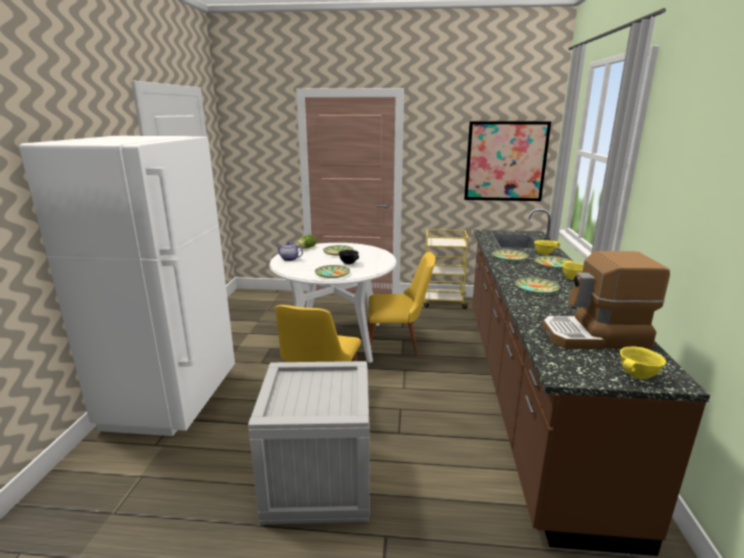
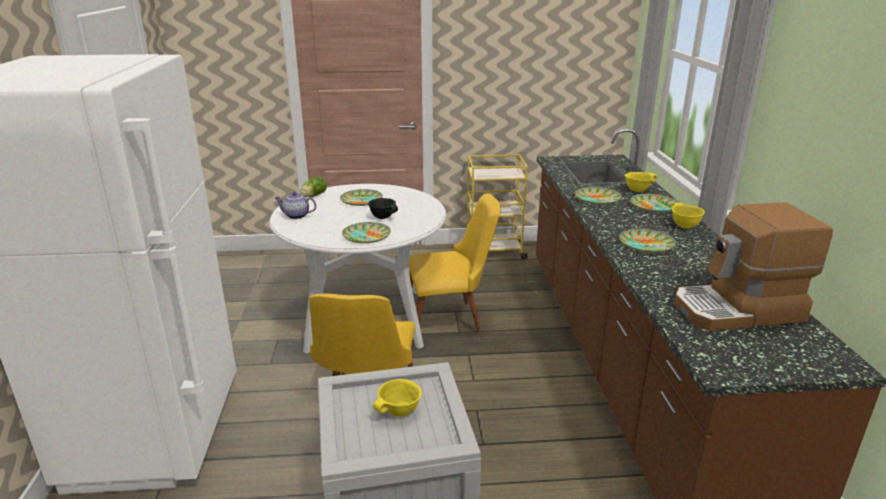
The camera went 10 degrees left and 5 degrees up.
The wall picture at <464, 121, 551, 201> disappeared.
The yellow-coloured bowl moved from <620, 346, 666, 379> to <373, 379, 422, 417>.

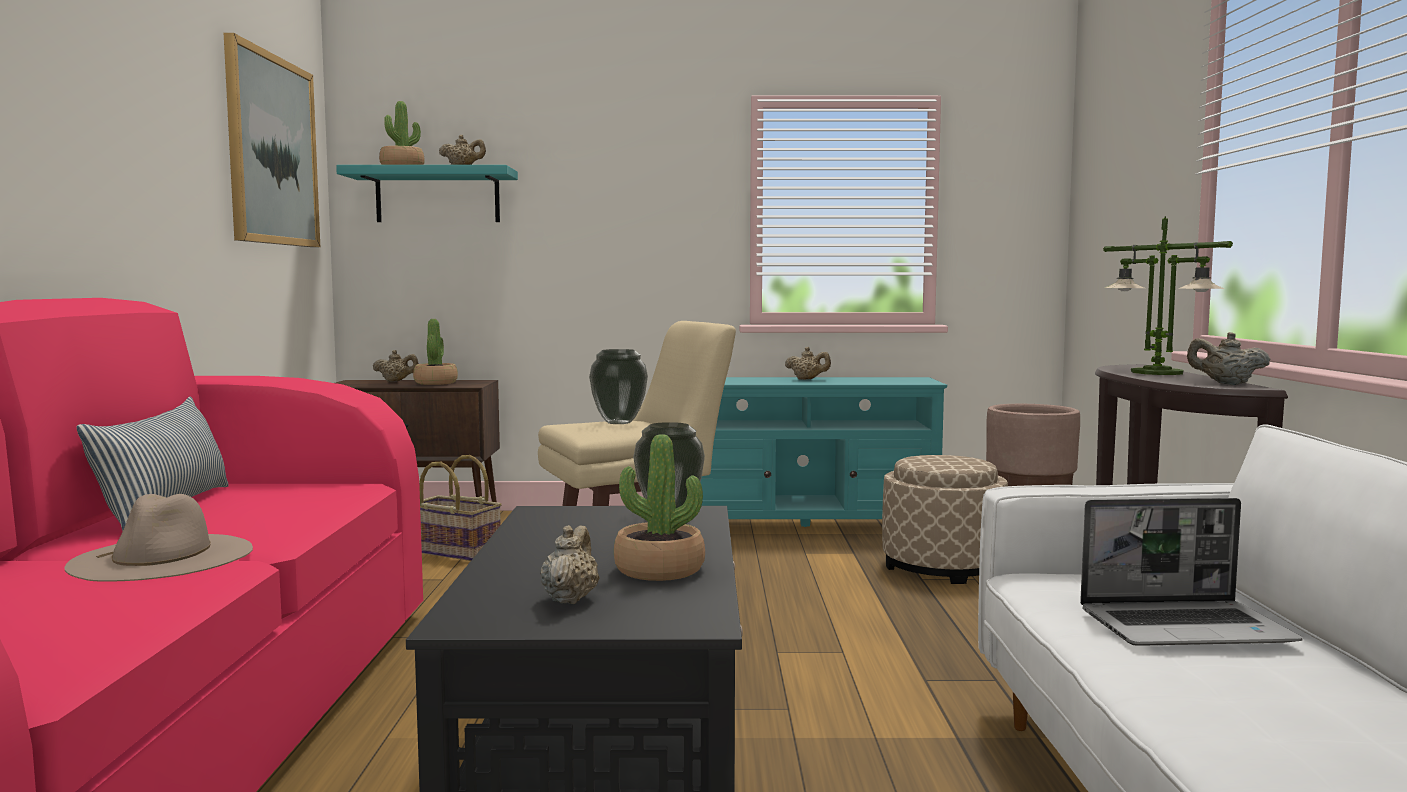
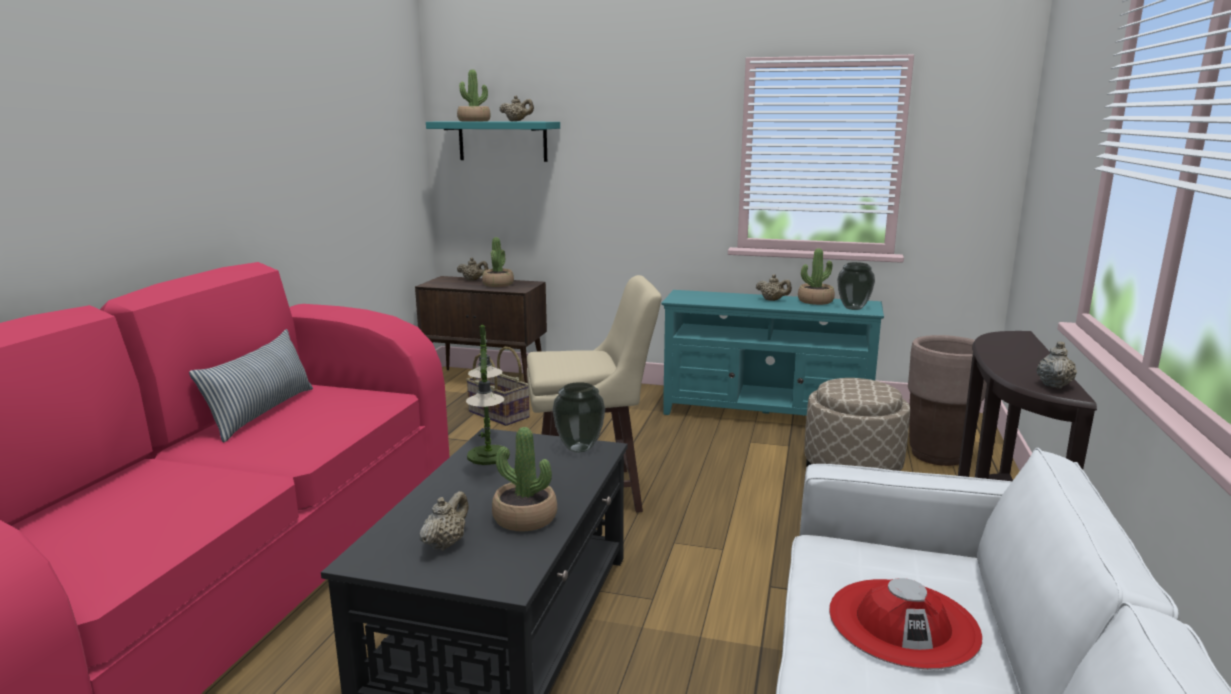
The camera went 15 degrees right and 10 degrees up.
The beige-coloured clothing hat at <65, 494, 253, 582> disappeared.
The wall picture at <224, 33, 320, 247> disappeared.
The decorative vase moved from <589, 349, 648, 424> to <837, 262, 875, 310>.
The notebook computer at <1080, 498, 1303, 646> was replaced by the reddish clothing hat at <829, 578, 983, 670>.
The table lamp moved from <1103, 216, 1233, 375> to <466, 324, 510, 465>.
The beige-coloured teapot at <1187, 332, 1270, 385> turned 75 degrees clockwise.
The houseplant at <798, 248, 835, 305> appeared.

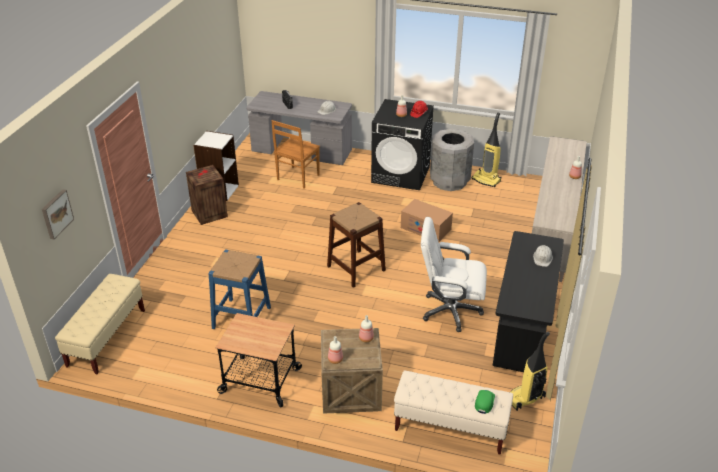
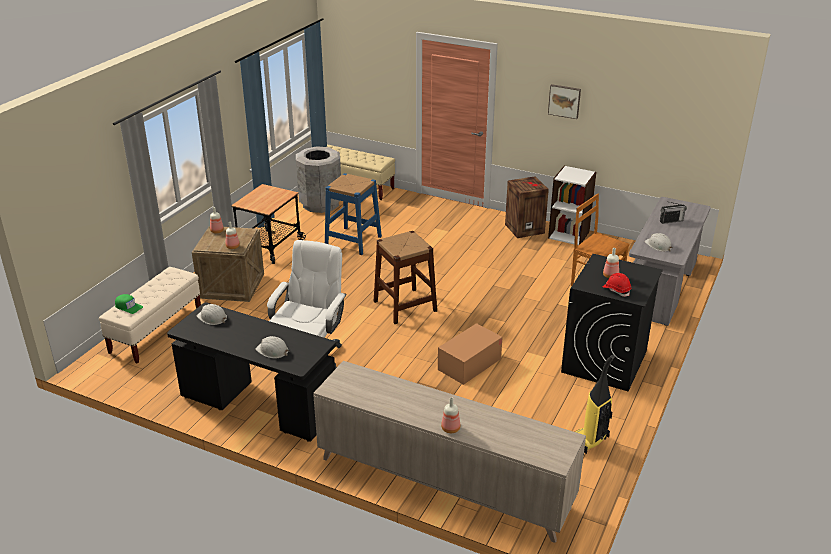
The camera went 100 degrees right and 5 degrees down.
The wall picture moved from <42, 189, 74, 239> to <548, 84, 581, 119>.
The grey waste bin moved from <430, 129, 474, 191> to <296, 146, 341, 213>.
The vacuum at <510, 332, 550, 411> disappeared.
The whitish safety helmet at <197, 304, 227, 325> appeared.

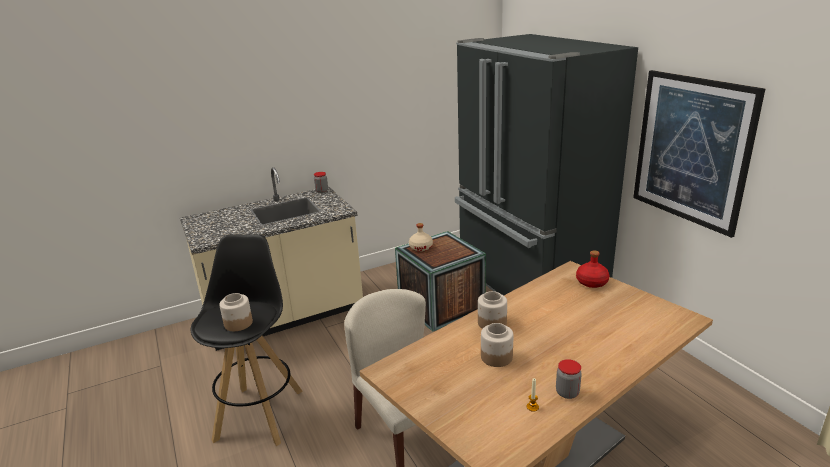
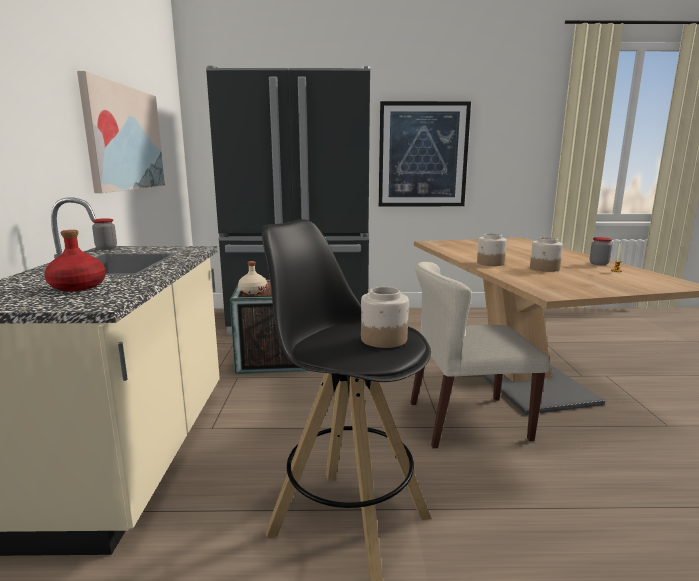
The camera went 65 degrees left and 10 degrees down.
The reddish bottle moved from <576, 250, 609, 288> to <44, 230, 106, 291>.
The wall picture at <77, 71, 165, 193> appeared.

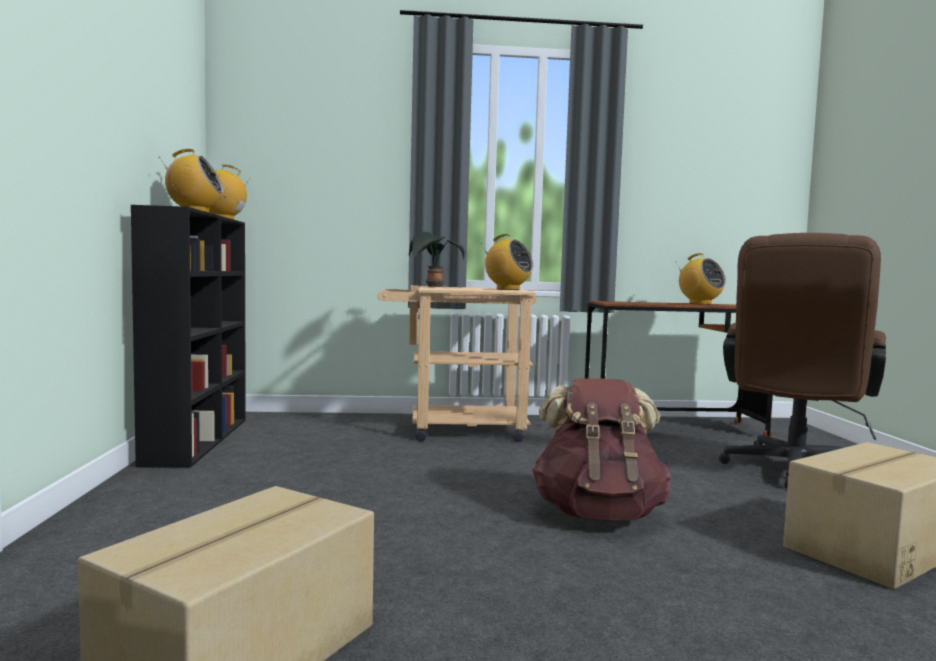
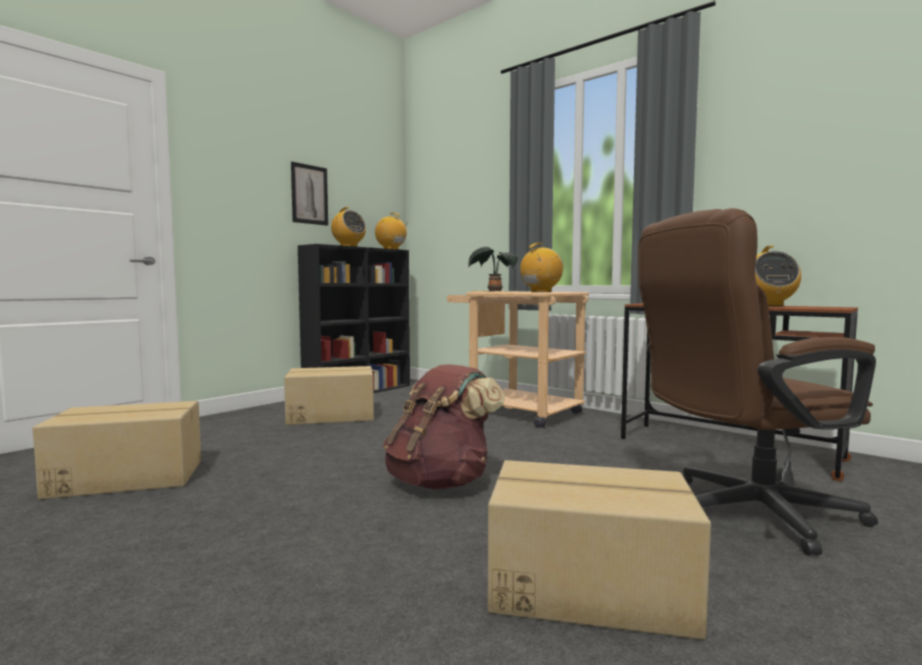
The camera went 45 degrees right and 0 degrees up.
The radio receiver at <481, 234, 533, 290> turned 120 degrees counterclockwise.
The packing box at <284, 366, 374, 425> appeared.
The wall picture at <291, 162, 328, 226> appeared.

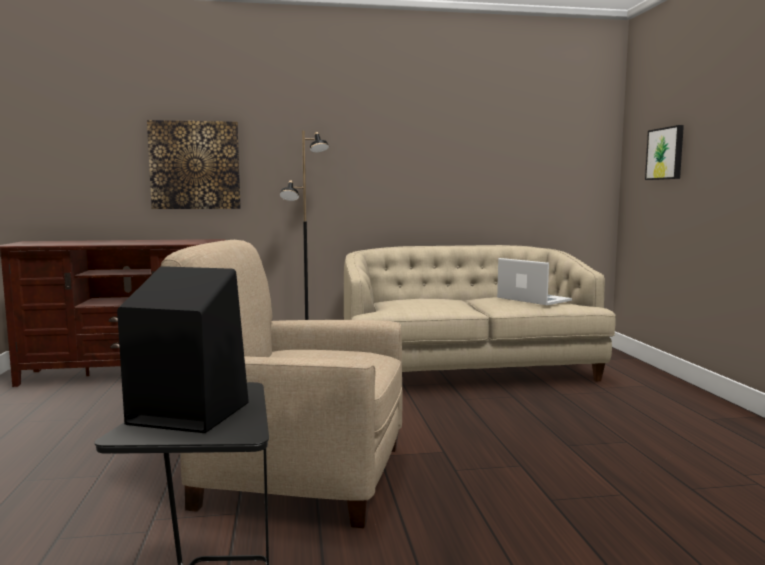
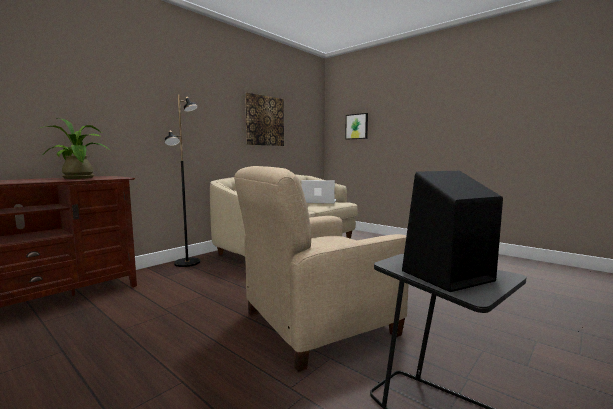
The camera went 40 degrees left and 0 degrees up.
The wall picture moved from <147, 120, 241, 209> to <245, 93, 284, 146>.
The houseplant at <40, 118, 111, 179> appeared.

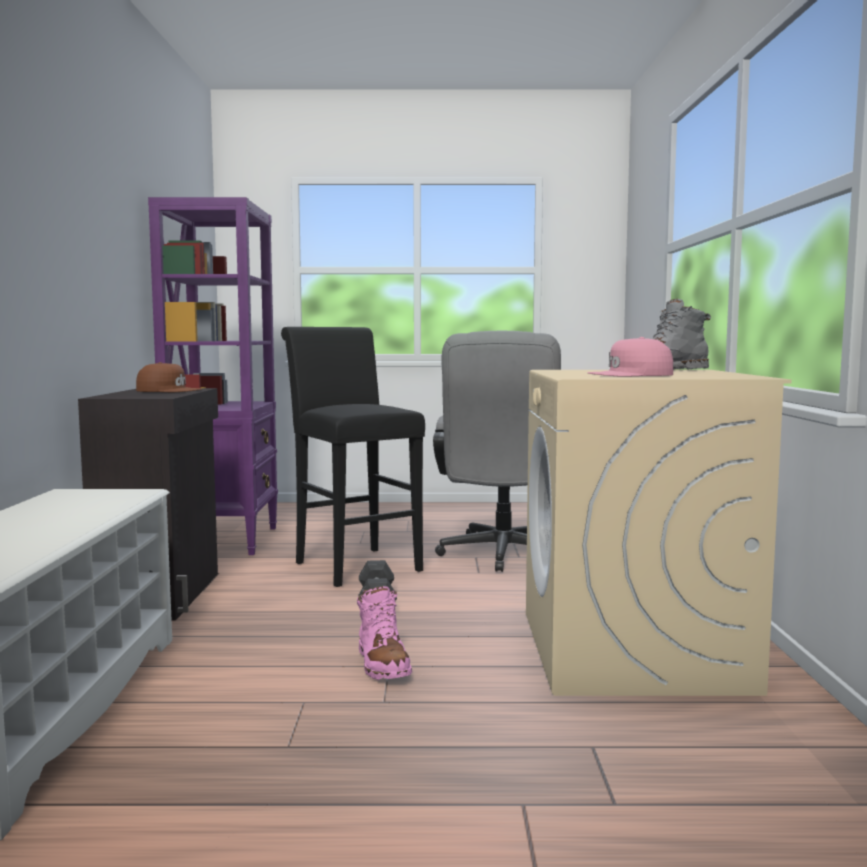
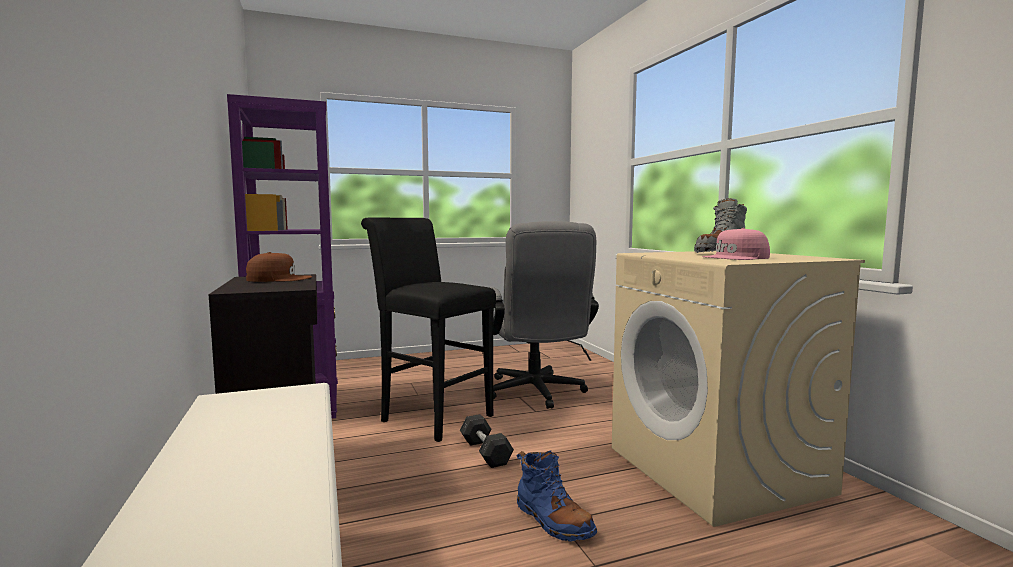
The camera went 20 degrees left and 0 degrees up.
The pink tall boot at <357, 586, 412, 680> became the blue-coloured tall boot at <516, 451, 597, 542>.

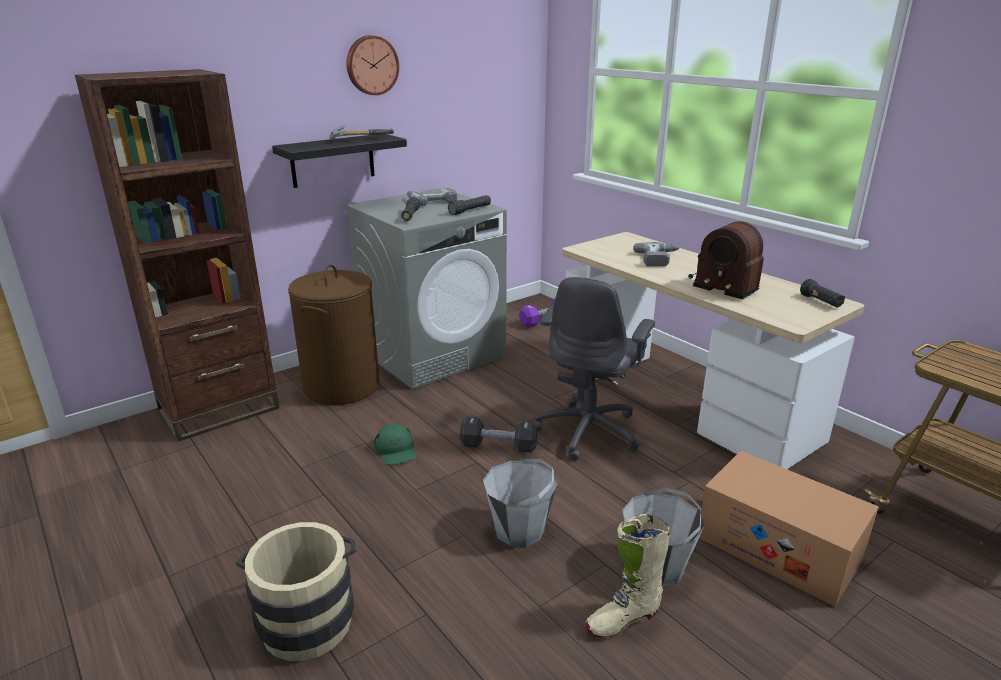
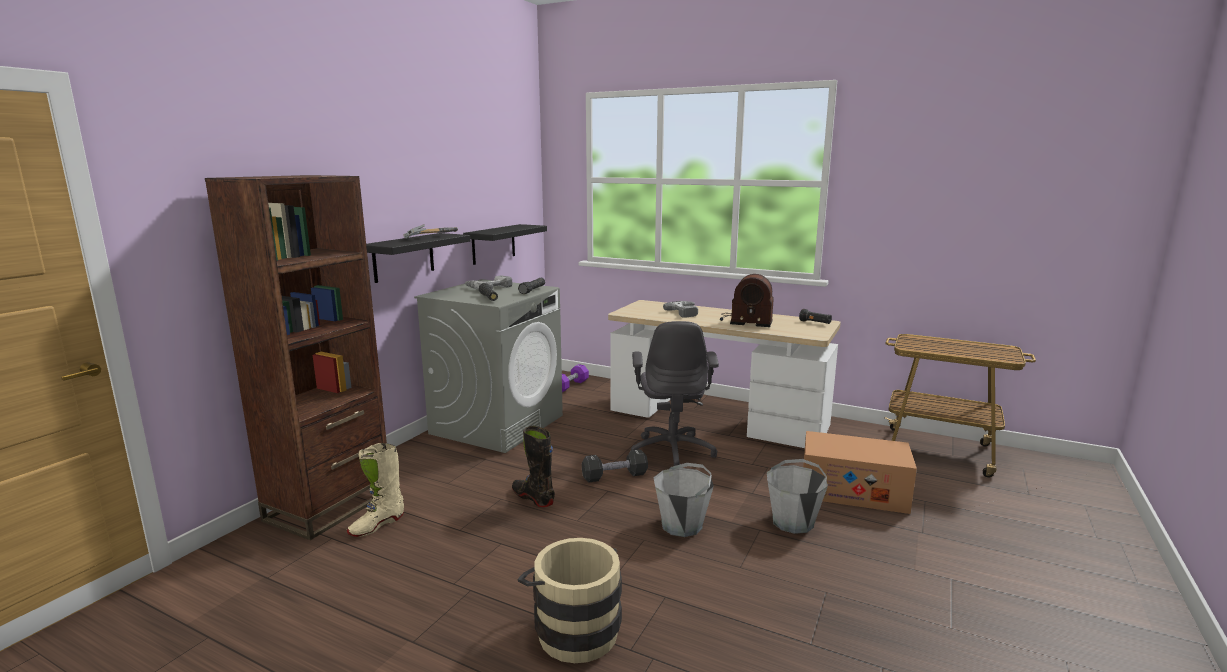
The camera went 25 degrees left and 10 degrees down.
The brown washing basket at <288, 264, 379, 405> disappeared.
The clock on the wall at <346, 35, 399, 95> disappeared.
The green baseball cap at <374, 423, 416, 465> was replaced by the black-coloured tall boot at <512, 426, 555, 507>.
The beige-coloured tall boot moved from <585, 514, 670, 638> to <347, 443, 404, 537>.
The black-coloured shelf at <463, 224, 547, 265> appeared.

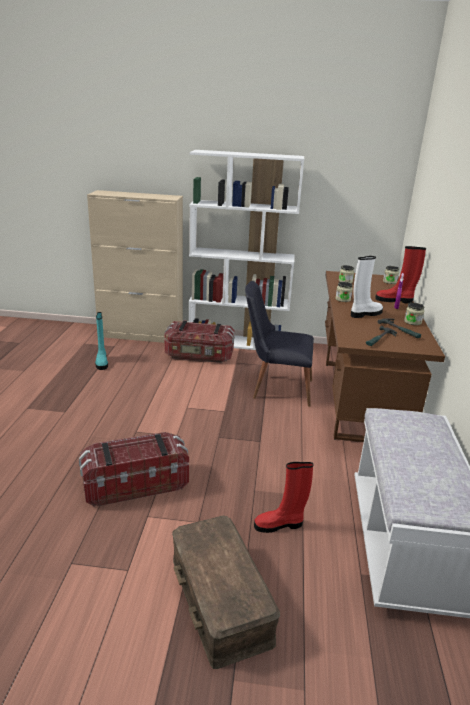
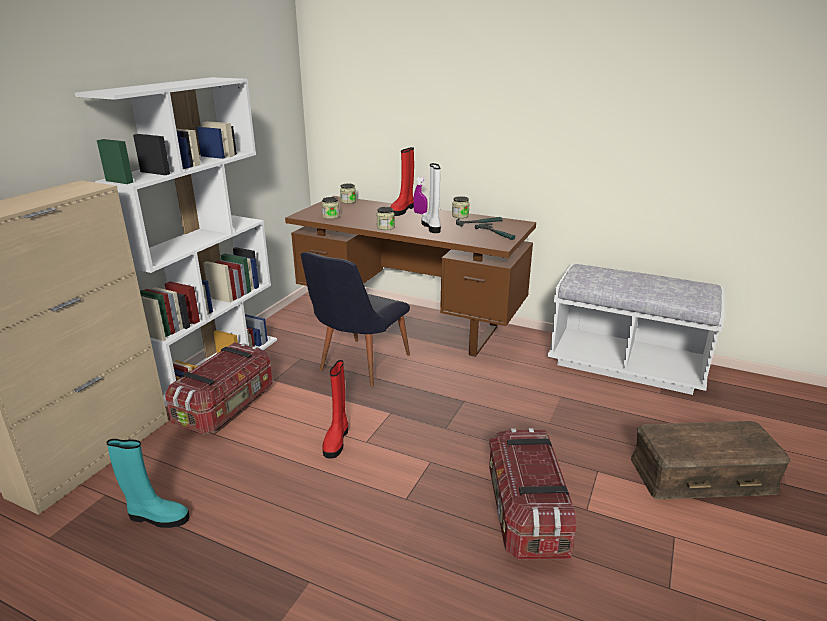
The camera went 70 degrees left and 0 degrees up.
The reddish tall boot moved from <254, 462, 313, 533> to <322, 360, 348, 459>.

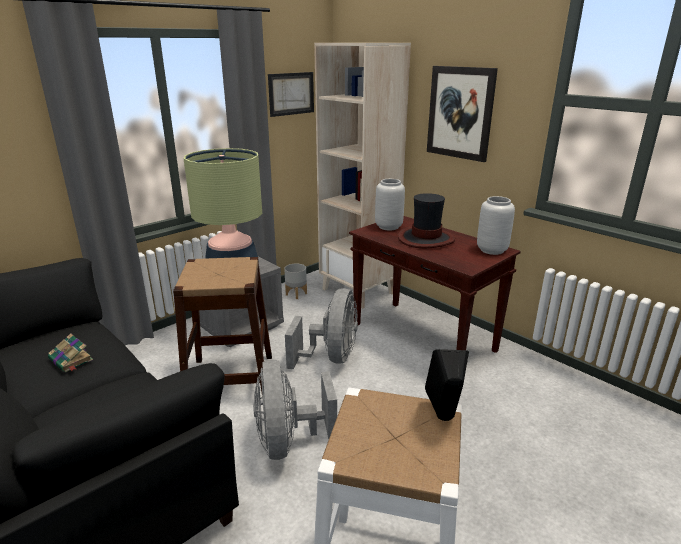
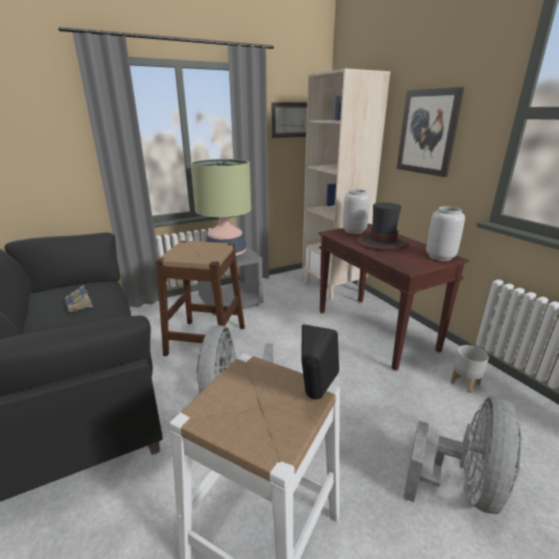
The camera went 15 degrees right and 0 degrees up.
The grey flower pot moved from <284, 263, 307, 299> to <450, 345, 489, 393>.
The grey electric fan moved from <285, 288, 358, 369> to <403, 397, 521, 514>.

